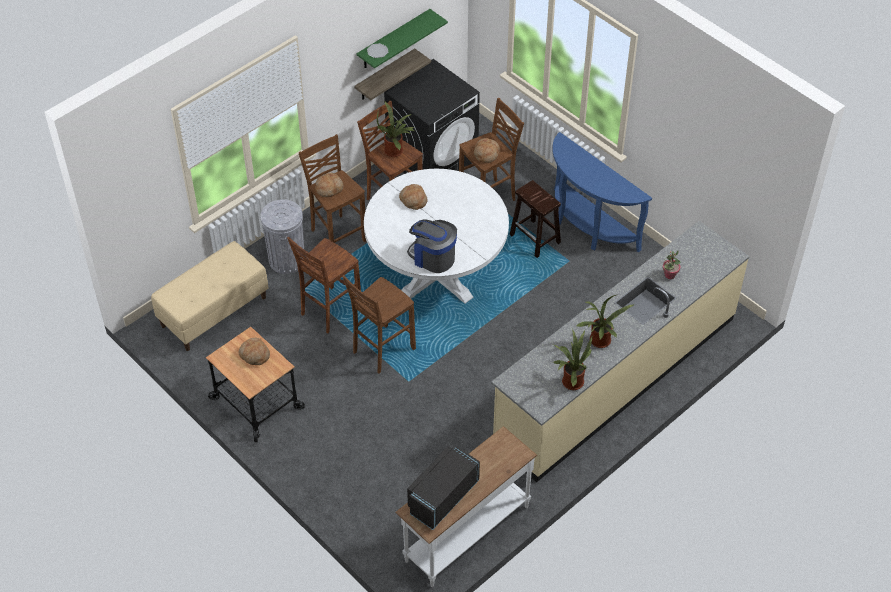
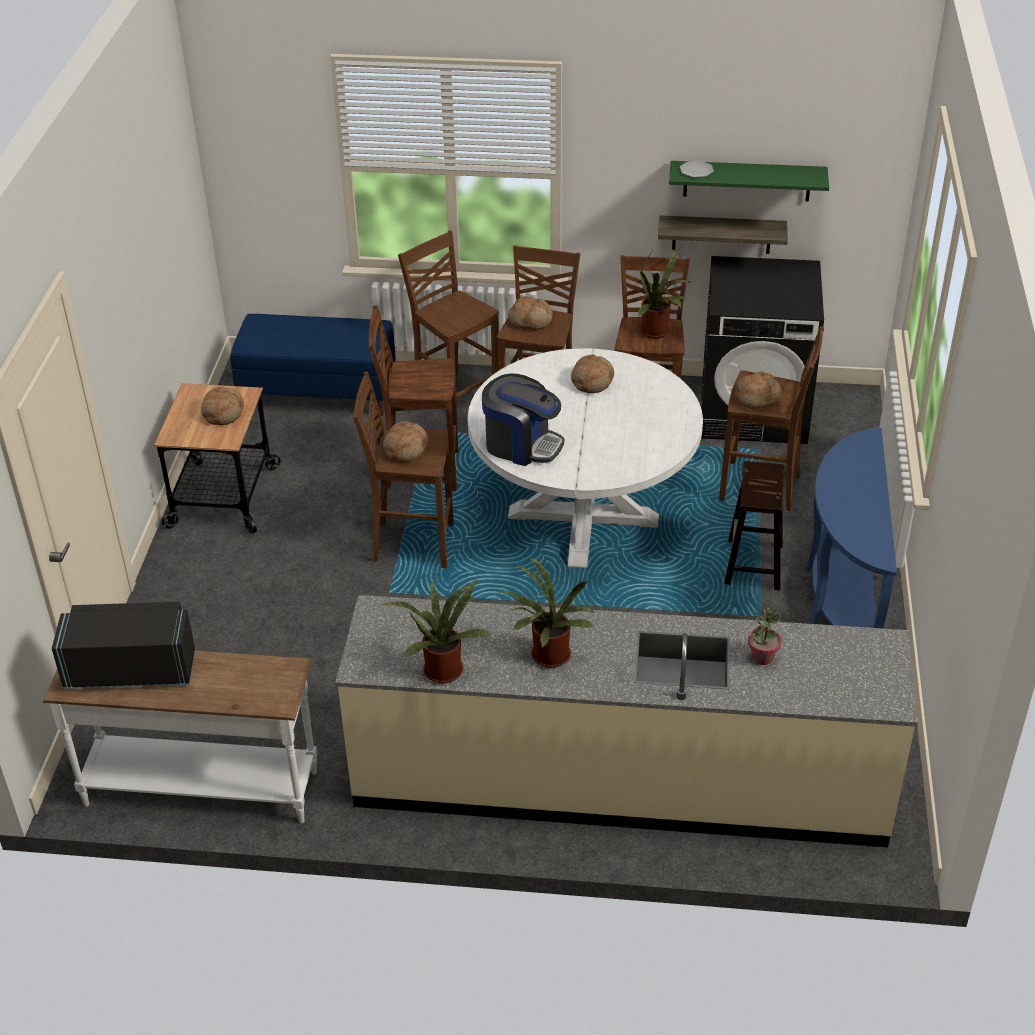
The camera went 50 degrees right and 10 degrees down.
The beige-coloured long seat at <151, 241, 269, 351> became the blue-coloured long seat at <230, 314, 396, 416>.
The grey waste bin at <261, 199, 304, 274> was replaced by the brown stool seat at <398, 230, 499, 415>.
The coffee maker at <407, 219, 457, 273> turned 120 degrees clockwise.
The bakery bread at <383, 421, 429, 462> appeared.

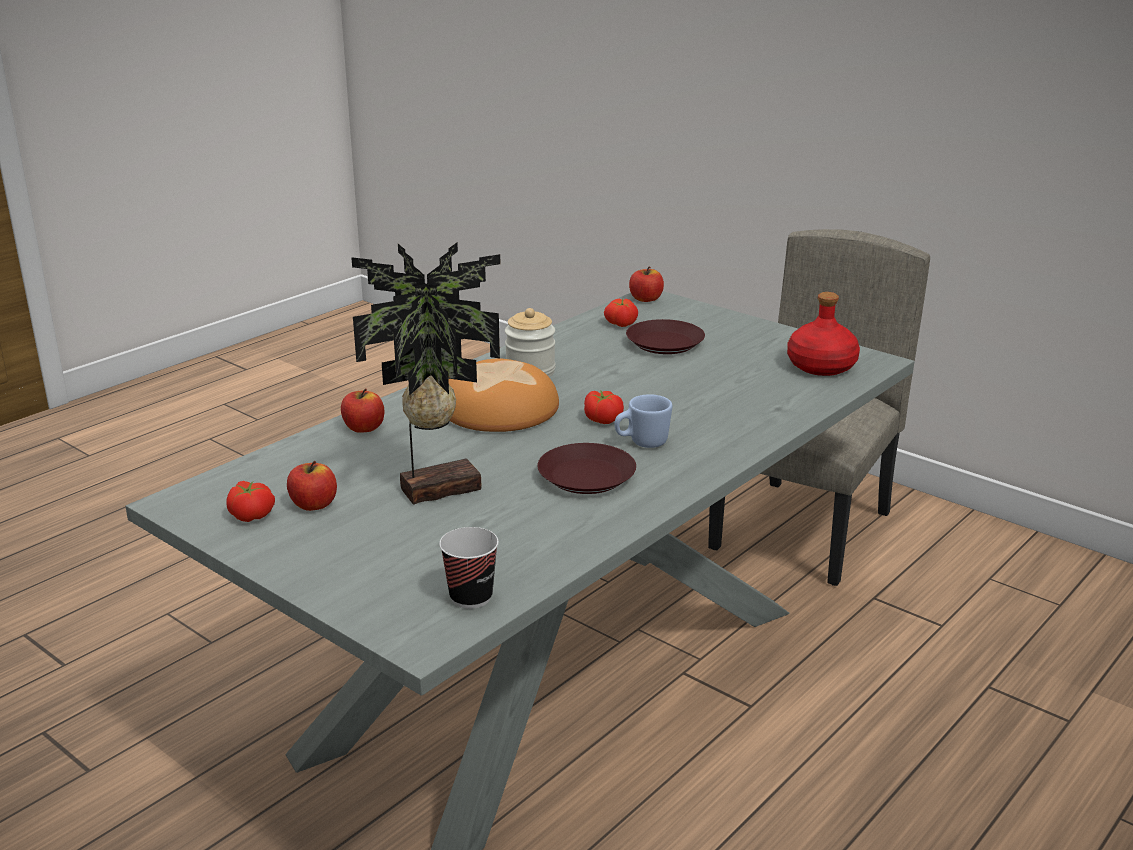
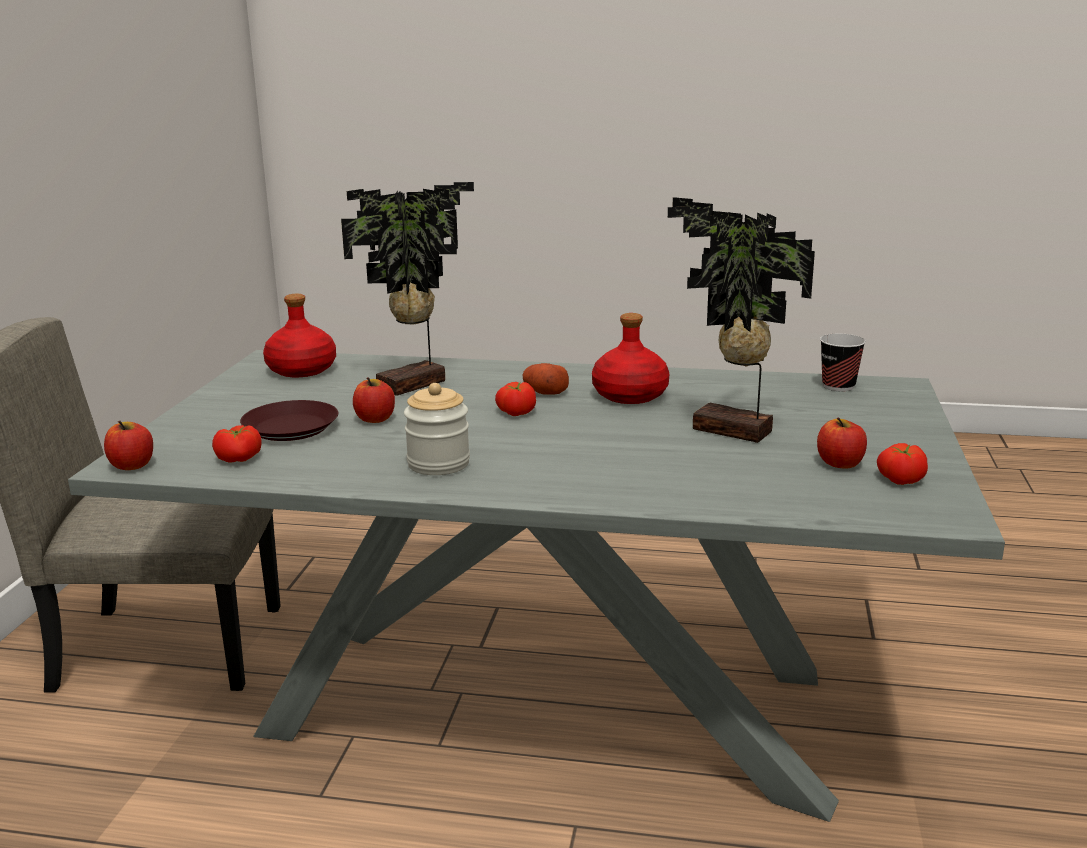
The camera went 120 degrees left and 5 degrees down.
The apple moved from <341, 388, 384, 433> to <353, 377, 395, 423>.
The bakery bread at <448, 359, 559, 432> disappeared.
The brown dinner plate at <537, 443, 636, 494> was replaced by the reddish bottle at <592, 313, 669, 404>.
The blue-coloured coffee mug at <615, 394, 672, 448> was replaced by the potato at <523, 363, 569, 395>.
The houseplant at <341, 182, 474, 396> appeared.

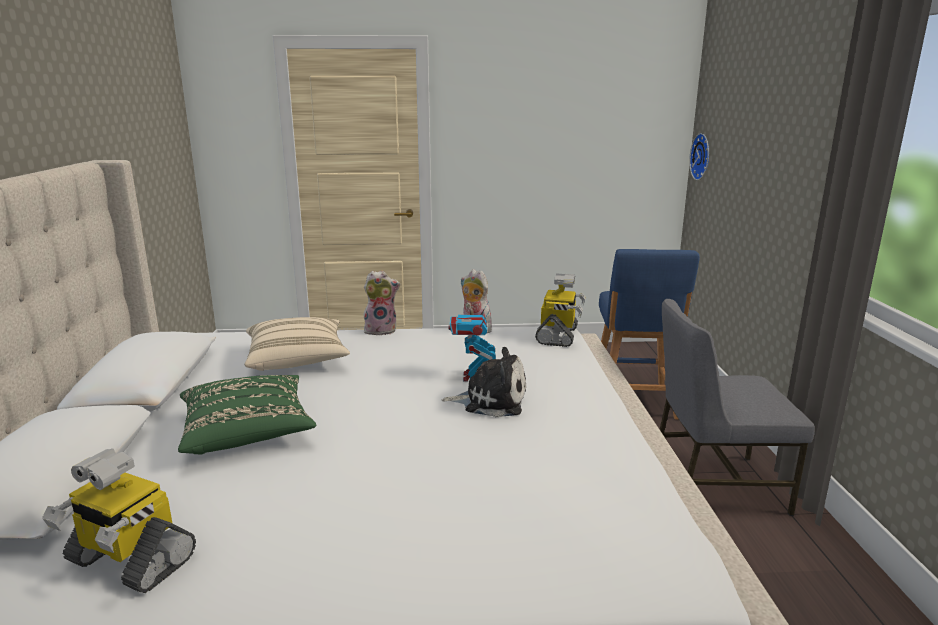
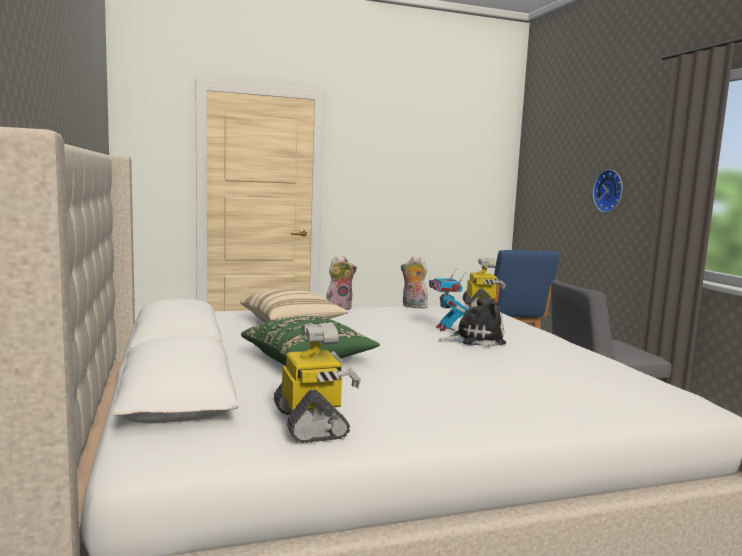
The camera went 15 degrees left and 10 degrees down.
The robot figure at <42, 449, 196, 593> turned 120 degrees counterclockwise.
The clock on the wall moved from <689, 133, 709, 180> to <593, 169, 622, 213>.

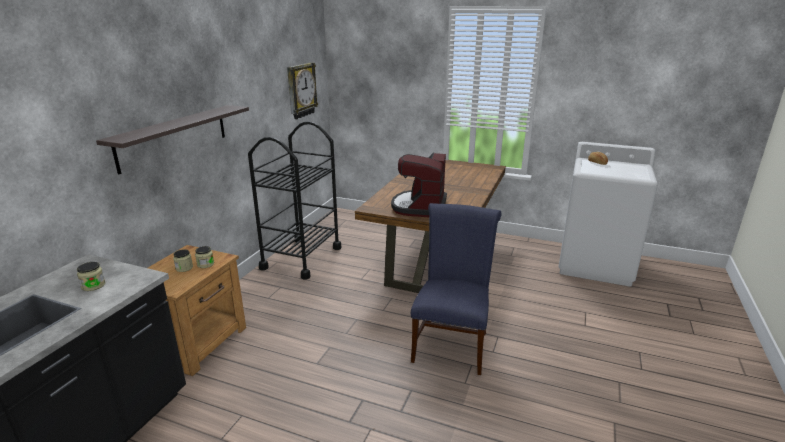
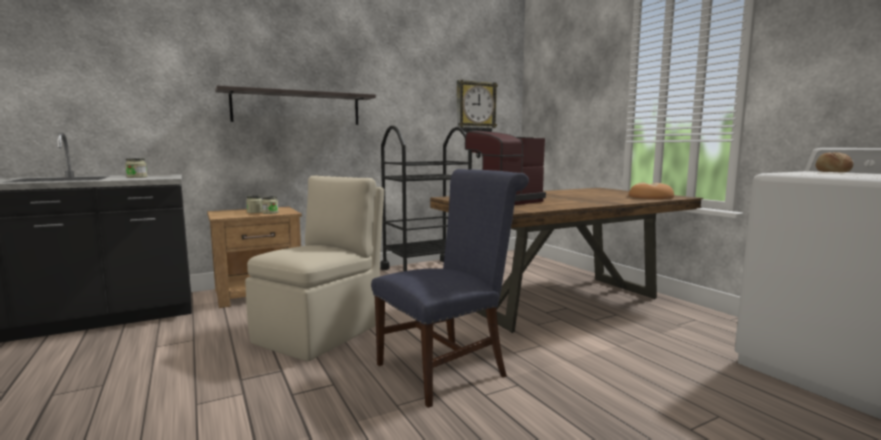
The camera went 40 degrees right and 15 degrees down.
The beige-coloured upright chair at <245, 175, 384, 361> appeared.
The bakery bread at <629, 182, 674, 199> appeared.

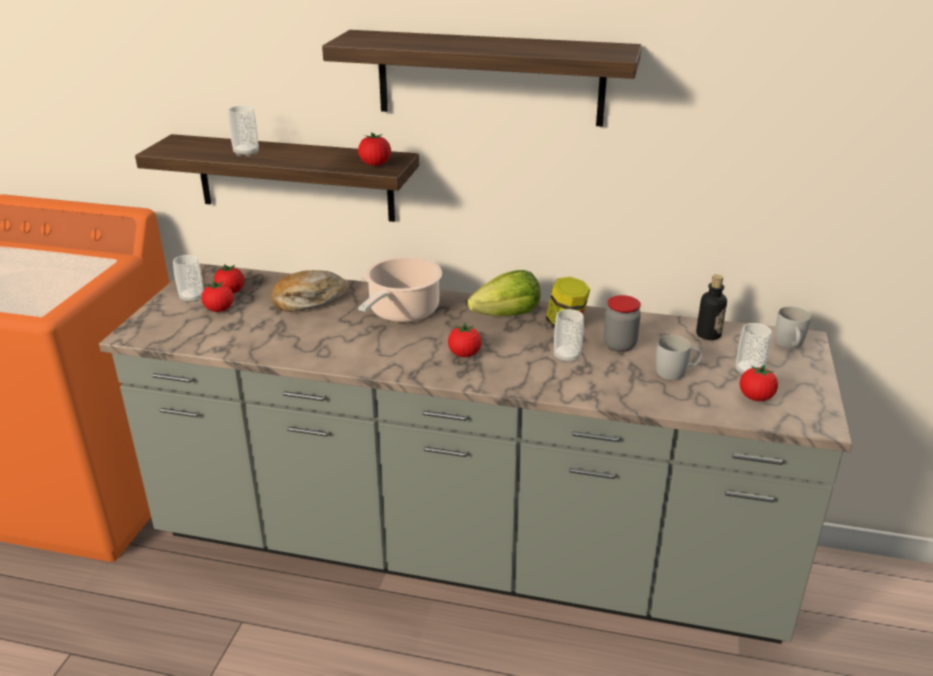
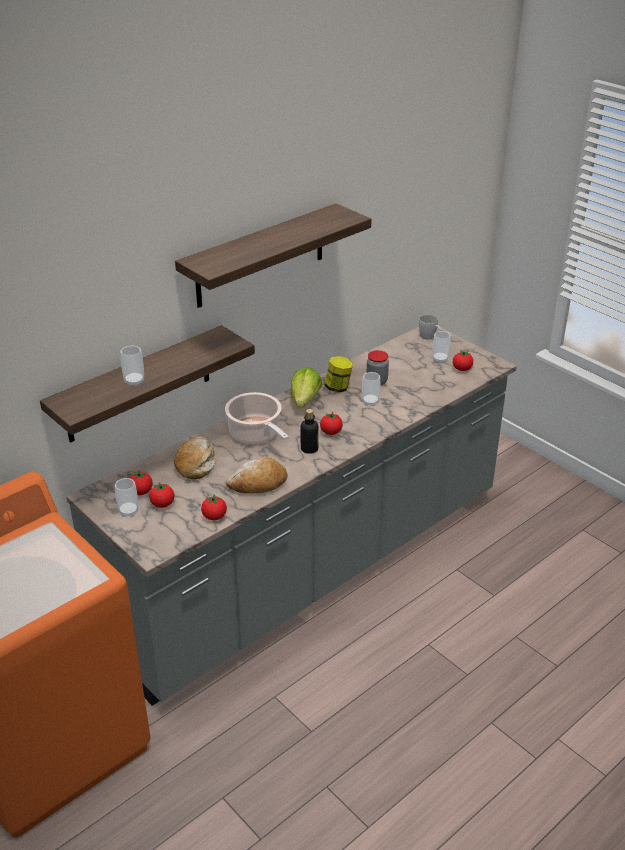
The camera went 55 degrees left and 5 degrees up.
The fresh tomato moved from <358, 132, 391, 166> to <201, 494, 227, 520>.
The whitish coffee mug at <656, 335, 702, 380> disappeared.
The bottle moved from <696, 275, 727, 340> to <301, 409, 319, 454>.
The bakery bread at <225, 458, 288, 494> appeared.

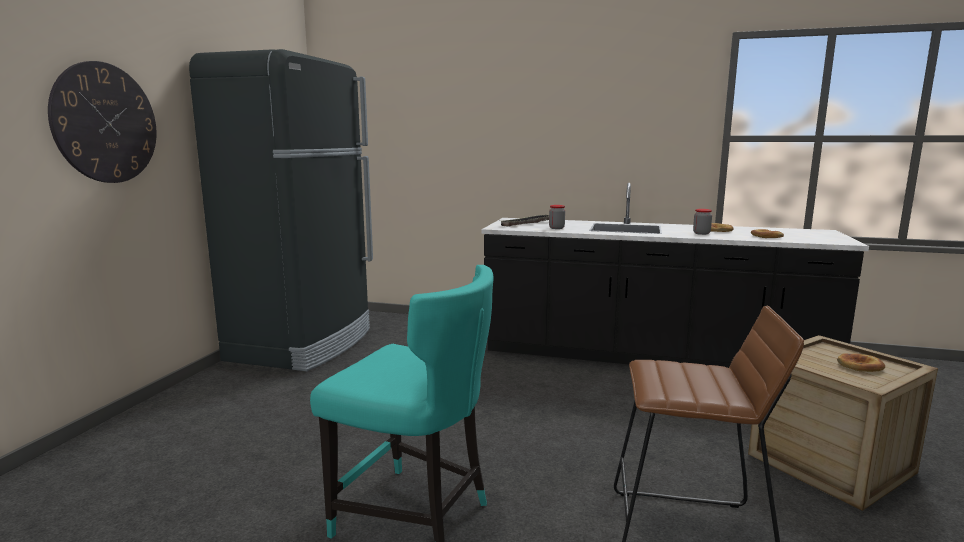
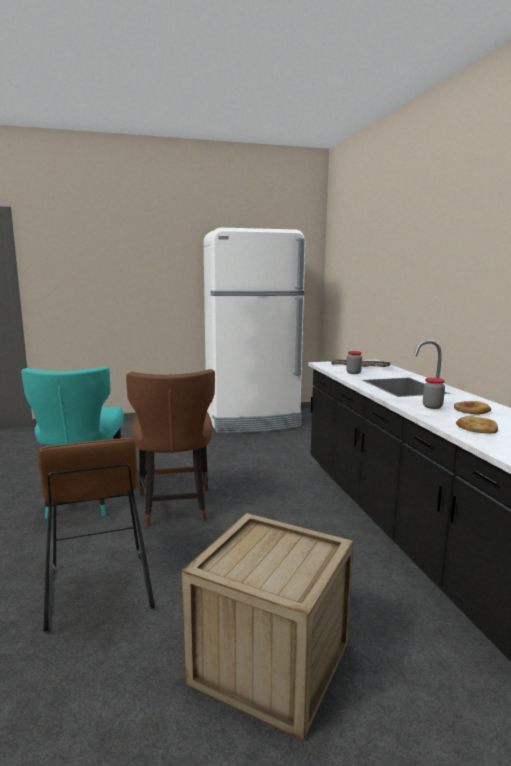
The camera went 60 degrees right and 0 degrees up.
The clock on the wall at <48, 61, 157, 183> disappeared.
The black-coloured kitchen fridge at <189, 49, 373, 371> became the whitish kitchen fridge at <204, 228, 305, 433>.
The bakery bread at <837, 353, 885, 372> disappeared.
The brown upright chair at <126, 369, 215, 526> appeared.

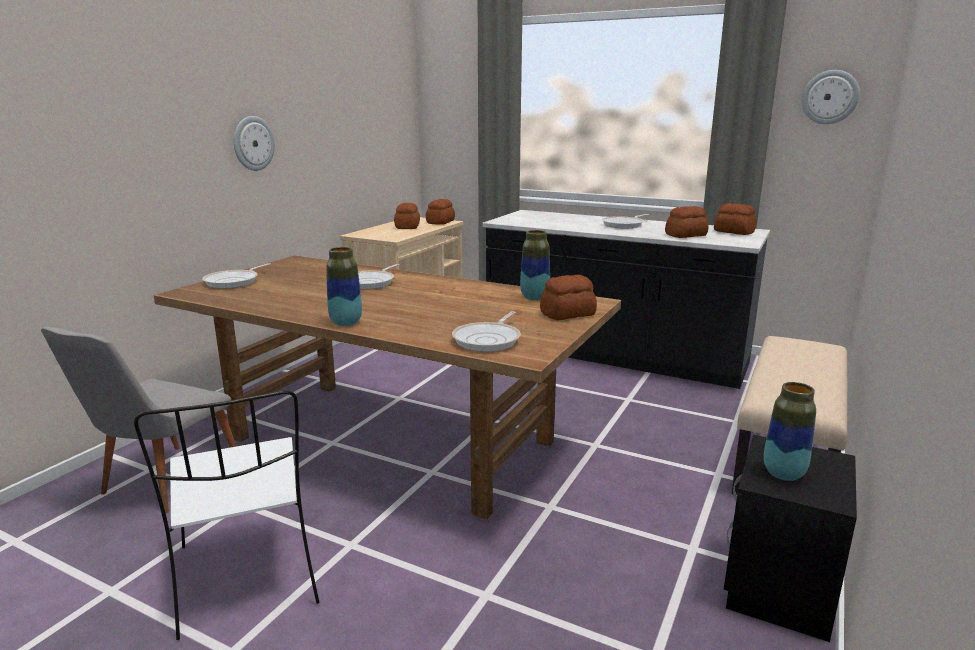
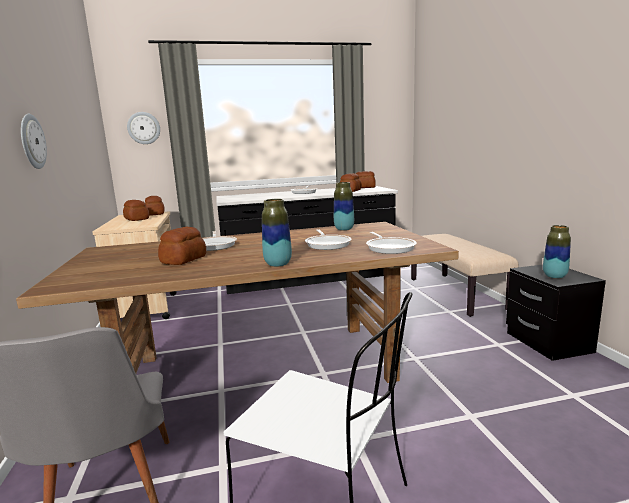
The camera went 40 degrees left and 5 degrees down.
The skillet moved from <202, 263, 271, 288> to <305, 229, 351, 250>.
The bakery bread moved from <540, 274, 597, 320> to <158, 227, 206, 265>.
The clock on the wall moved from <802, 70, 860, 124> to <127, 112, 160, 144>.

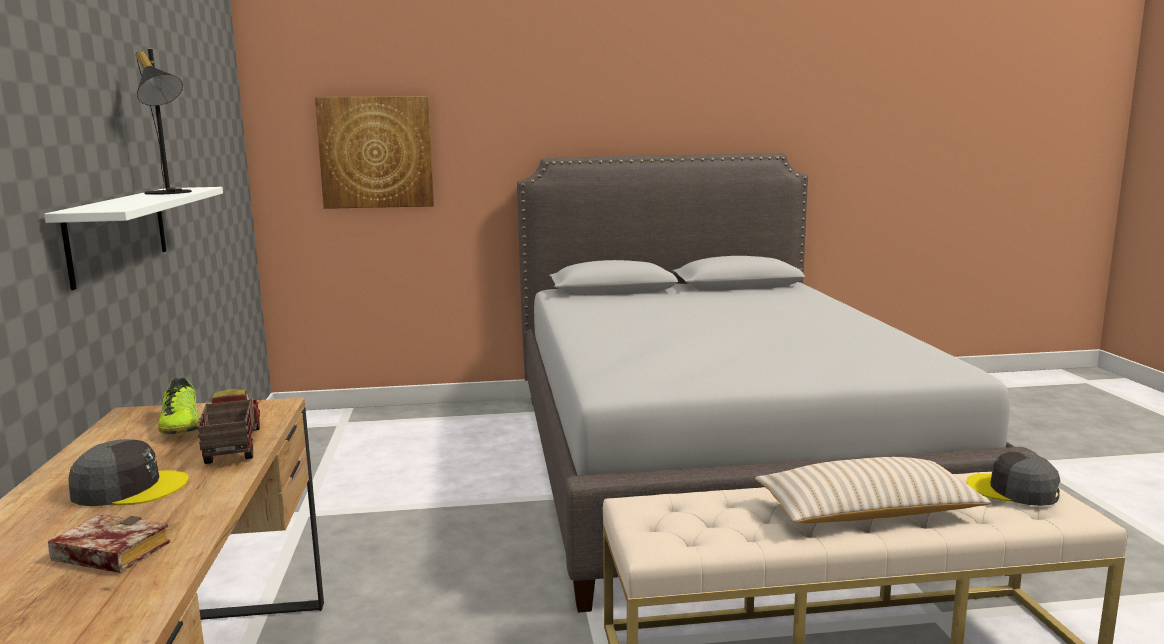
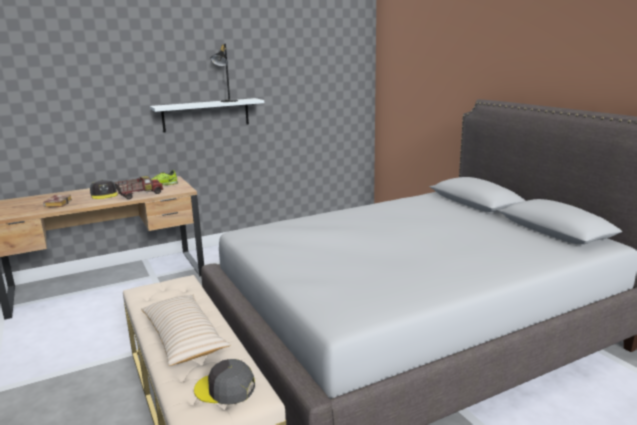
The camera went 70 degrees right and 5 degrees up.
The wall picture at <315, 96, 434, 209> disappeared.
The grey baseball cap at <966, 452, 1061, 506> turned 90 degrees counterclockwise.

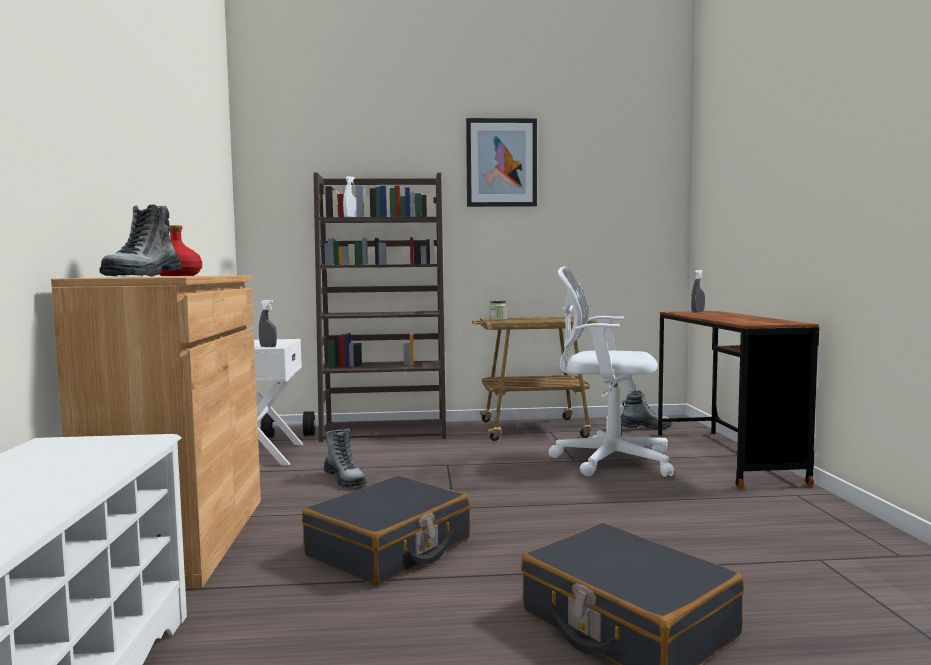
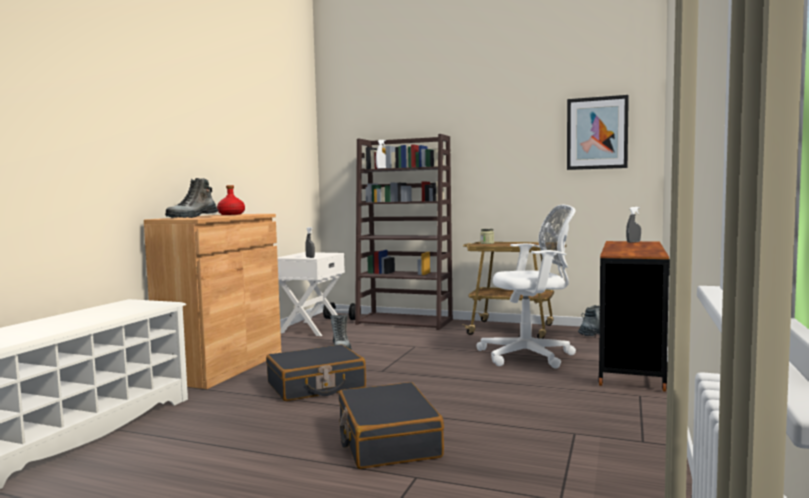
The camera went 25 degrees right and 0 degrees up.
The wall picture moved from <466, 118, 537, 207> to <567, 95, 629, 170>.
The whitish office chair at <549, 266, 674, 477> turned 135 degrees clockwise.

